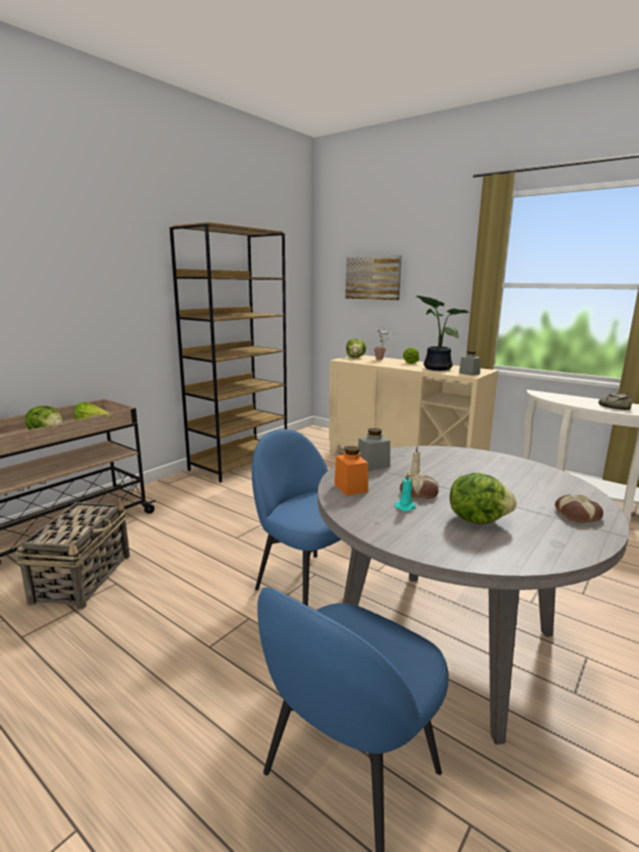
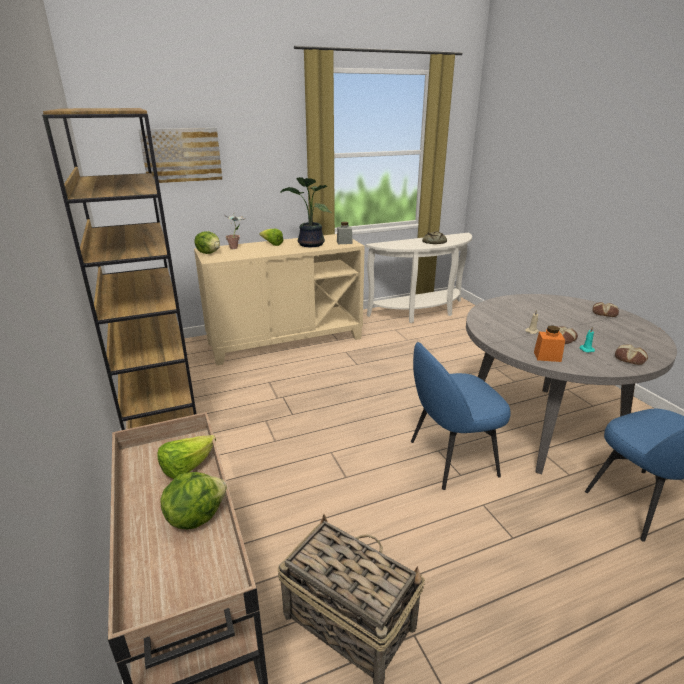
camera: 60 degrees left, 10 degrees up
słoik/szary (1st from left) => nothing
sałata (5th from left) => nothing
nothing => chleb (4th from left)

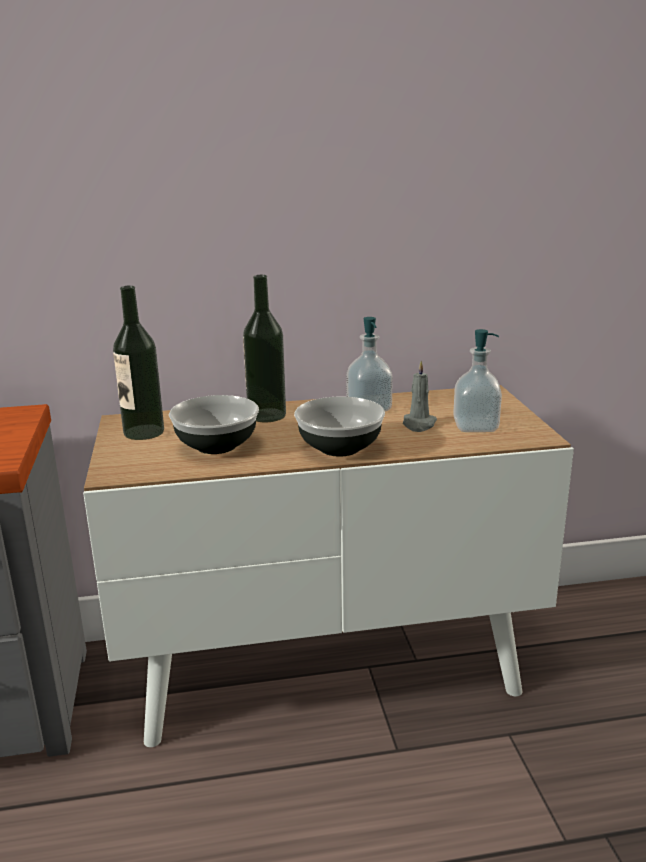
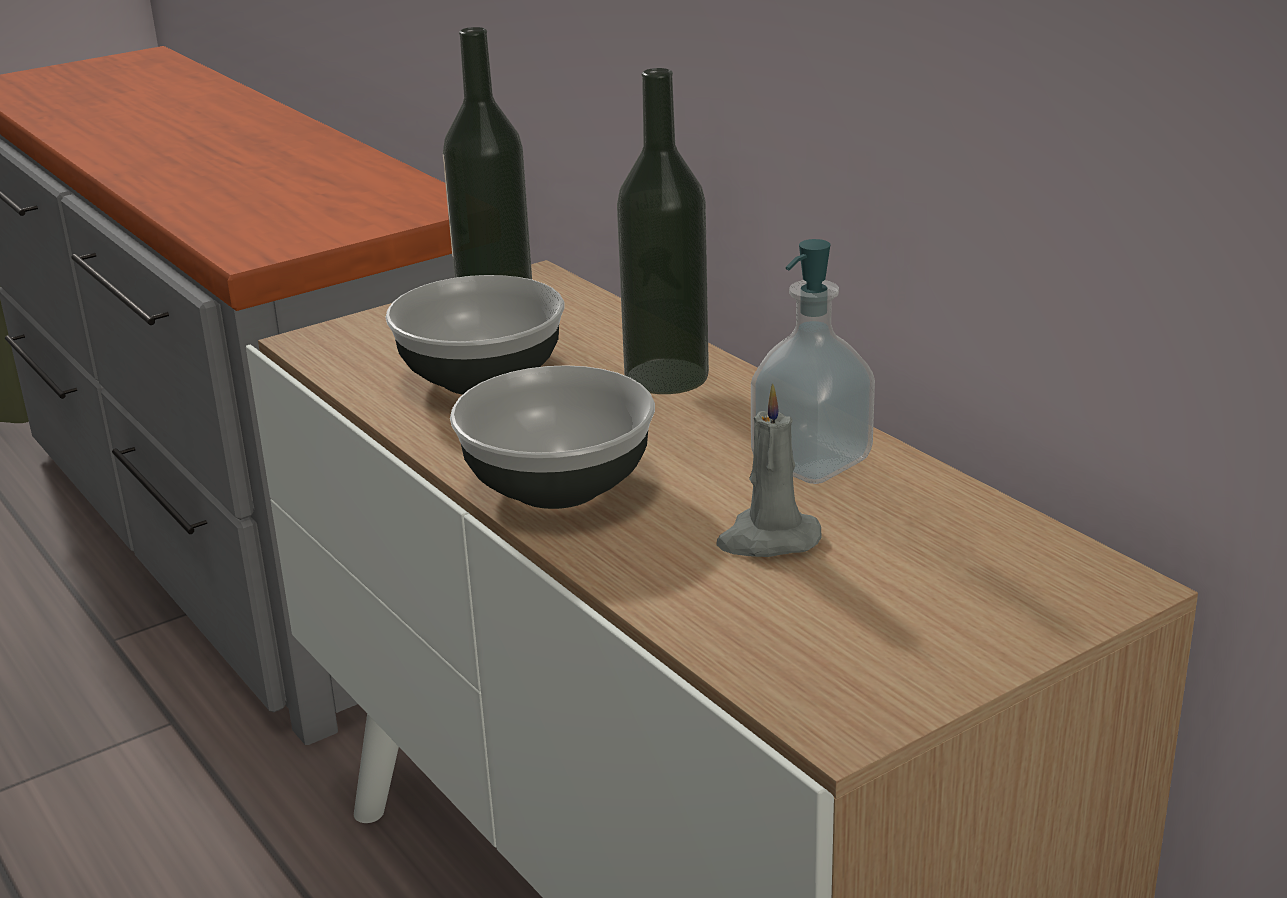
camera: 65 degrees right, 5 degrees up
dozownik mydła (2nd from left) => nothing

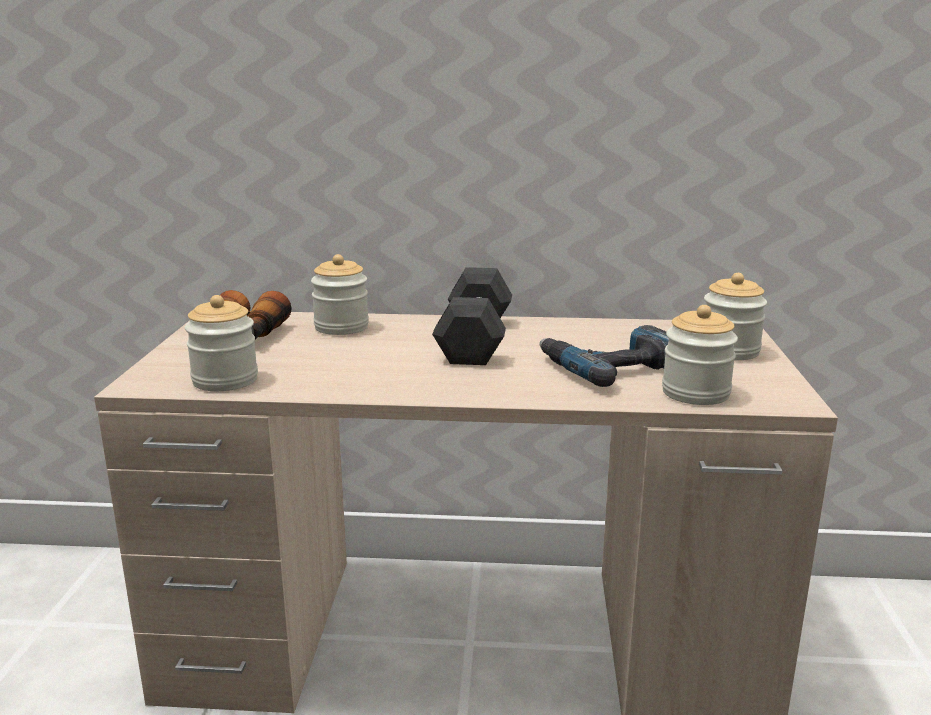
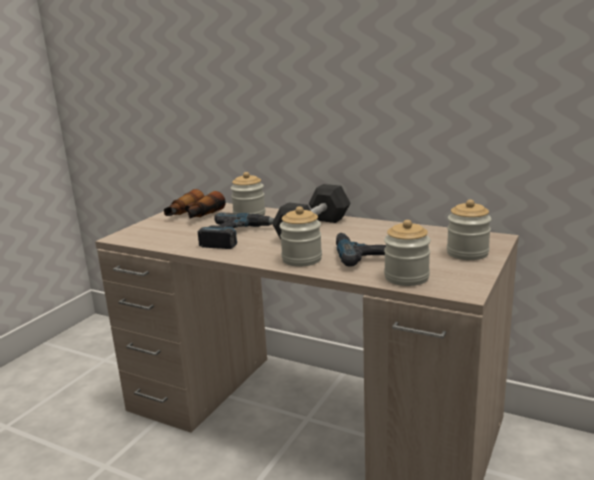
camera: 25 degrees right, 0 degrees up
słoik (1st from left in the first image) => słoik (2nd from left), moved
nothing => wiertarka (1st from left)

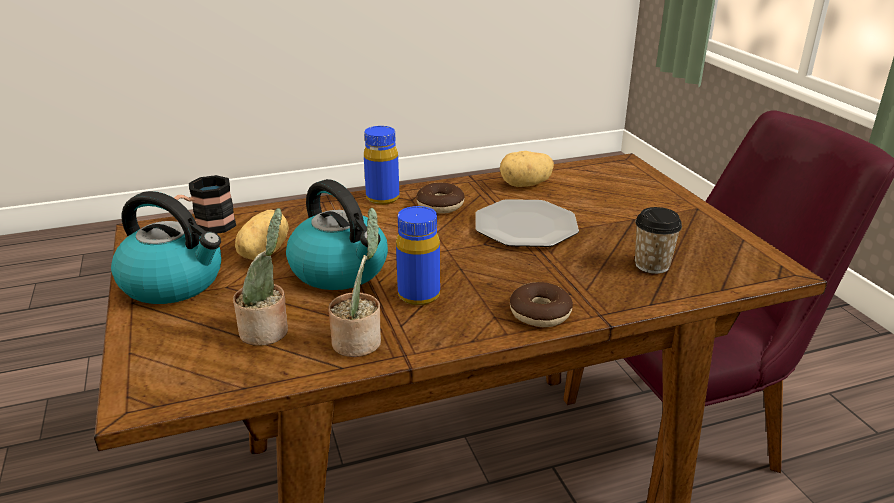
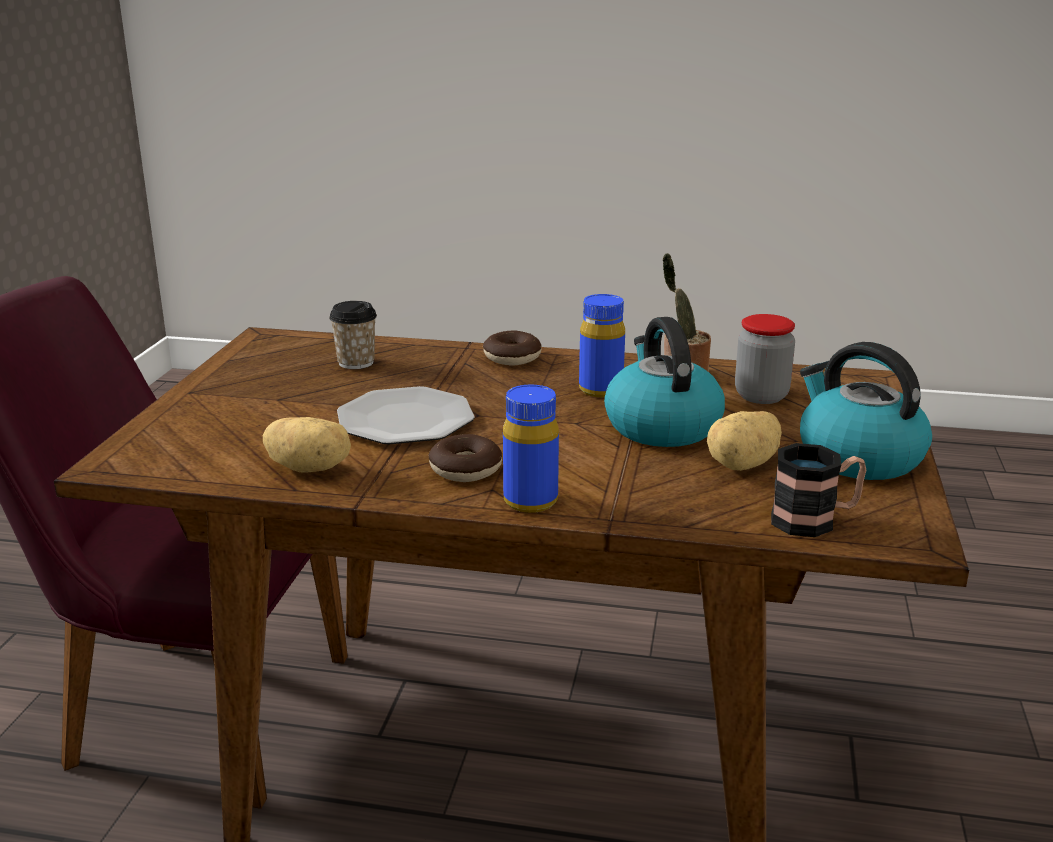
camera: 150 degrees left, 5 degrees down
roślina doniczkowa (1st from left) => słoik

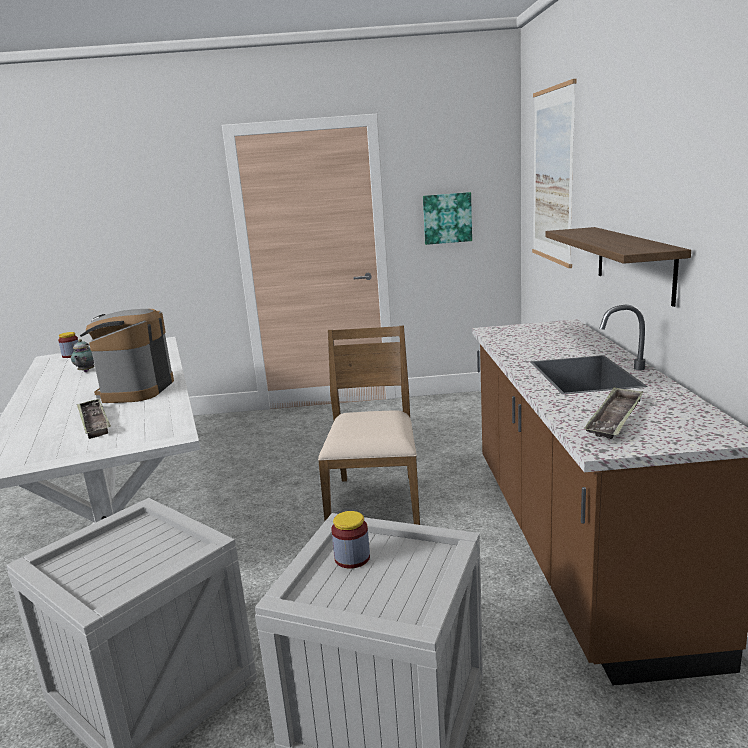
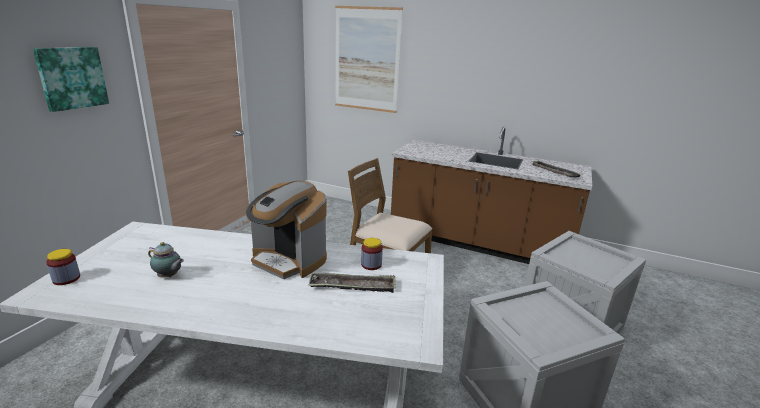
camera: 65 degrees left, 5 degrees up
słoik (2nd from left), moved
obraz (1st from left), moved
półka => nothing

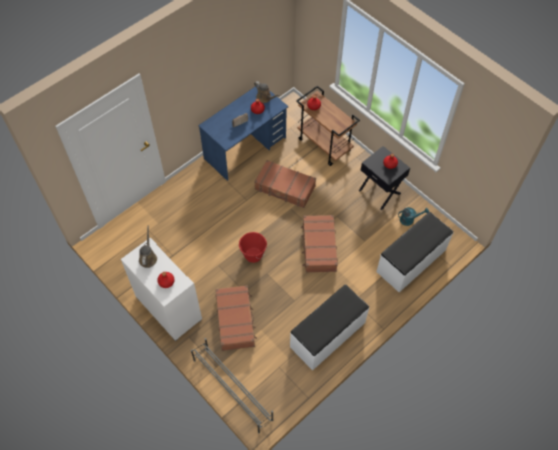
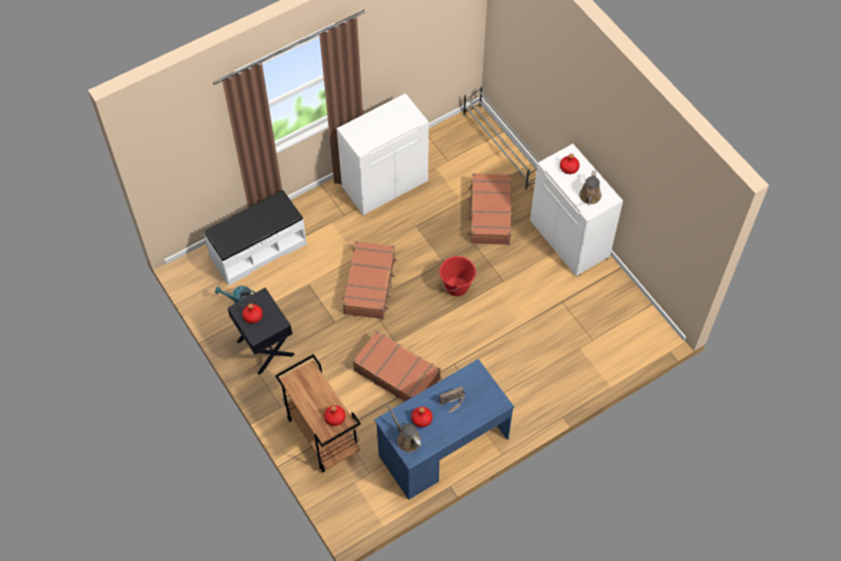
camera: 170 degrees left, 0 degrees up
ławka/biały (1st from left) => szafka/biały (1st from left)

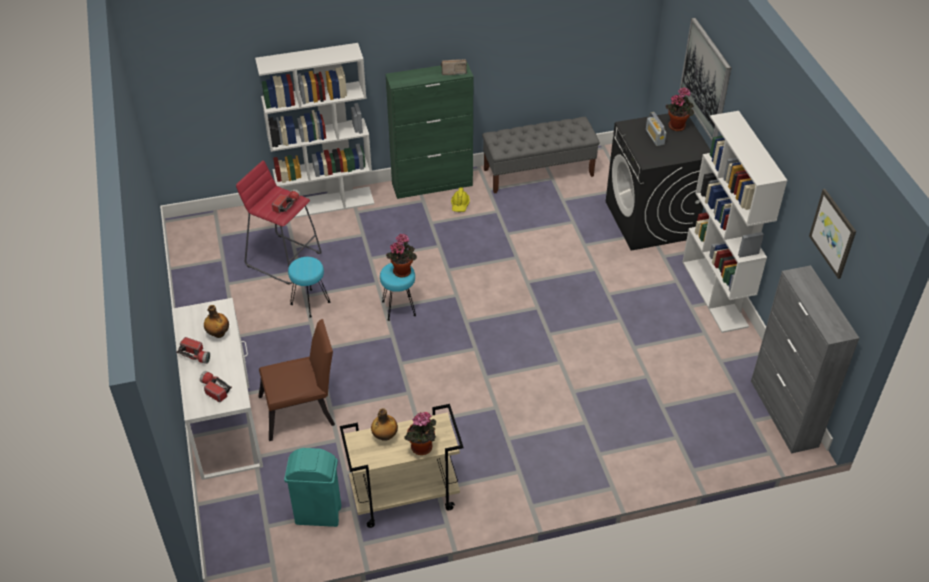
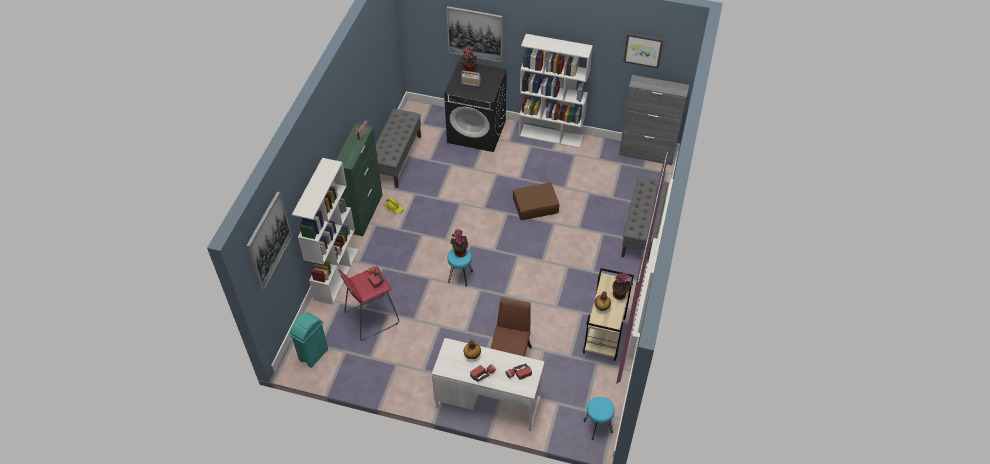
camera: 60 degrees left, 5 degrees up
kosz na śmieci/turkusowy, moved
stołek/turkusowy (1st from left in the first image) => stołek/turkusowy (2nd from left), moved
nothing => obraz (1st from left)
nothing => walizka/brązowy
nothing => ławka/szary (2nd from left)

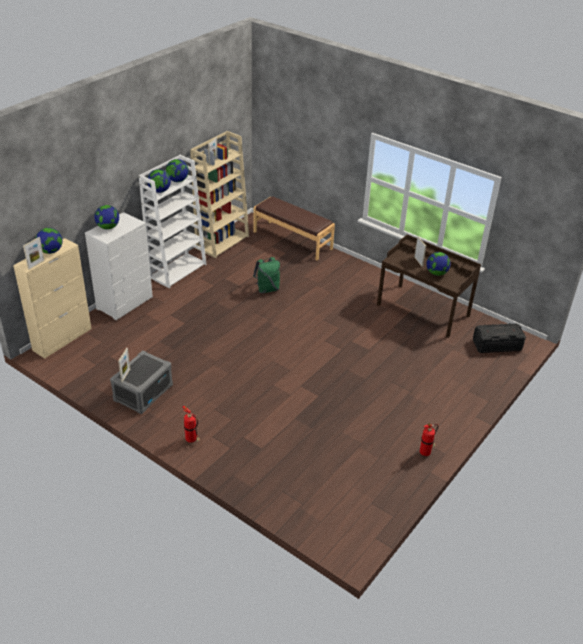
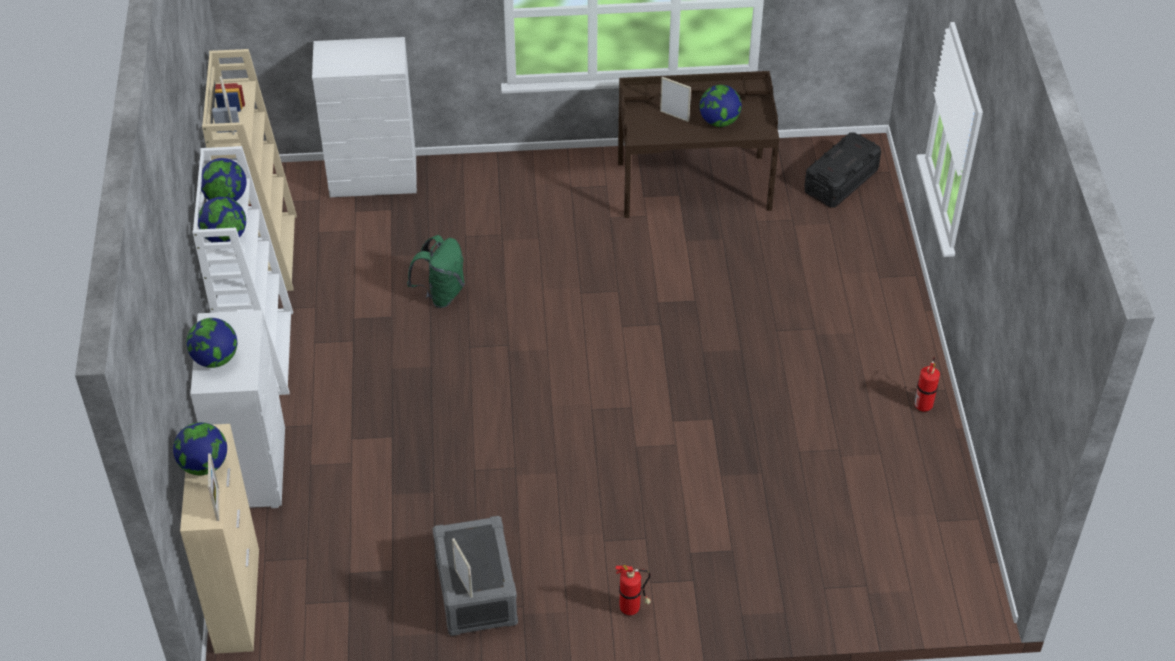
camera: 40 degrees left, 10 degrees up
ławka/brązowy => komoda/biały (2nd from left)

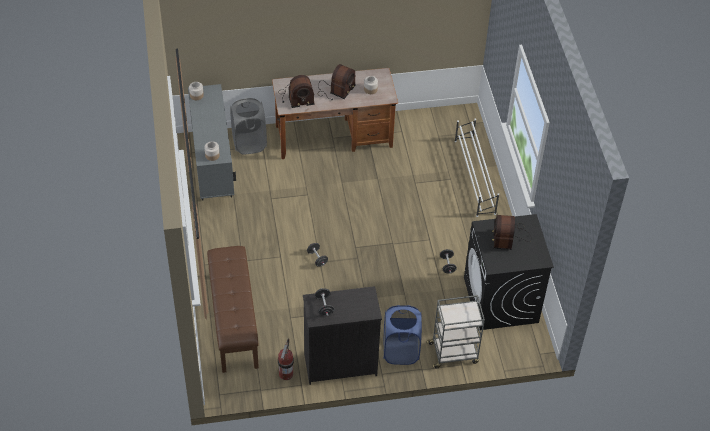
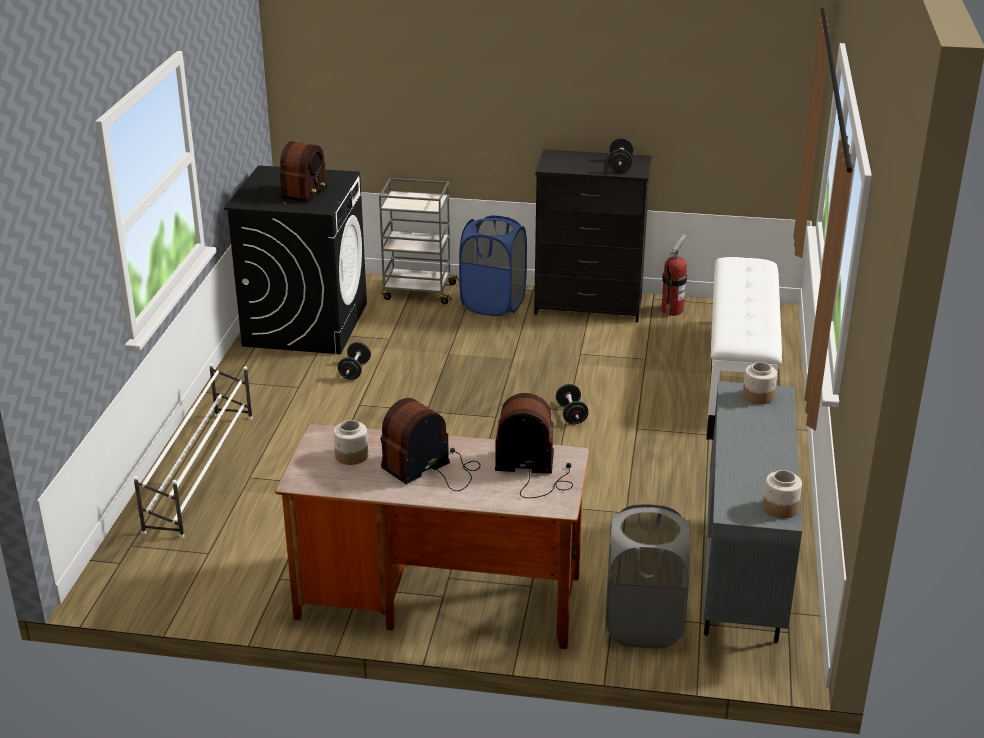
camera: 160 degrees left, 20 degrees down
ławka/brązowy => ławka/biały

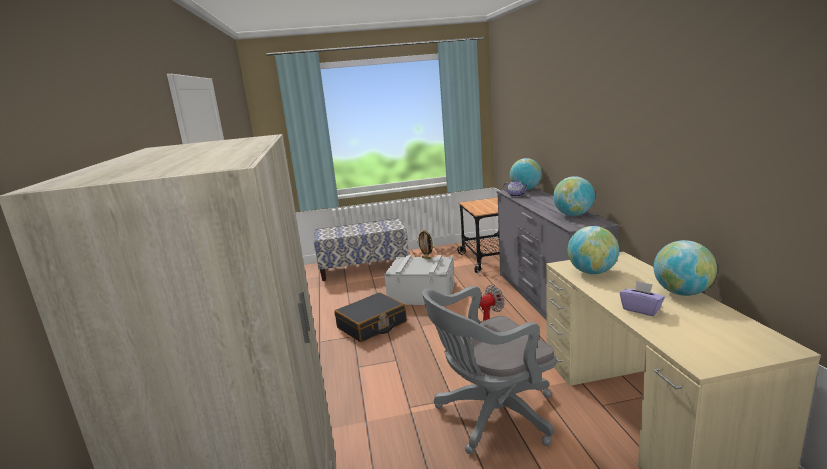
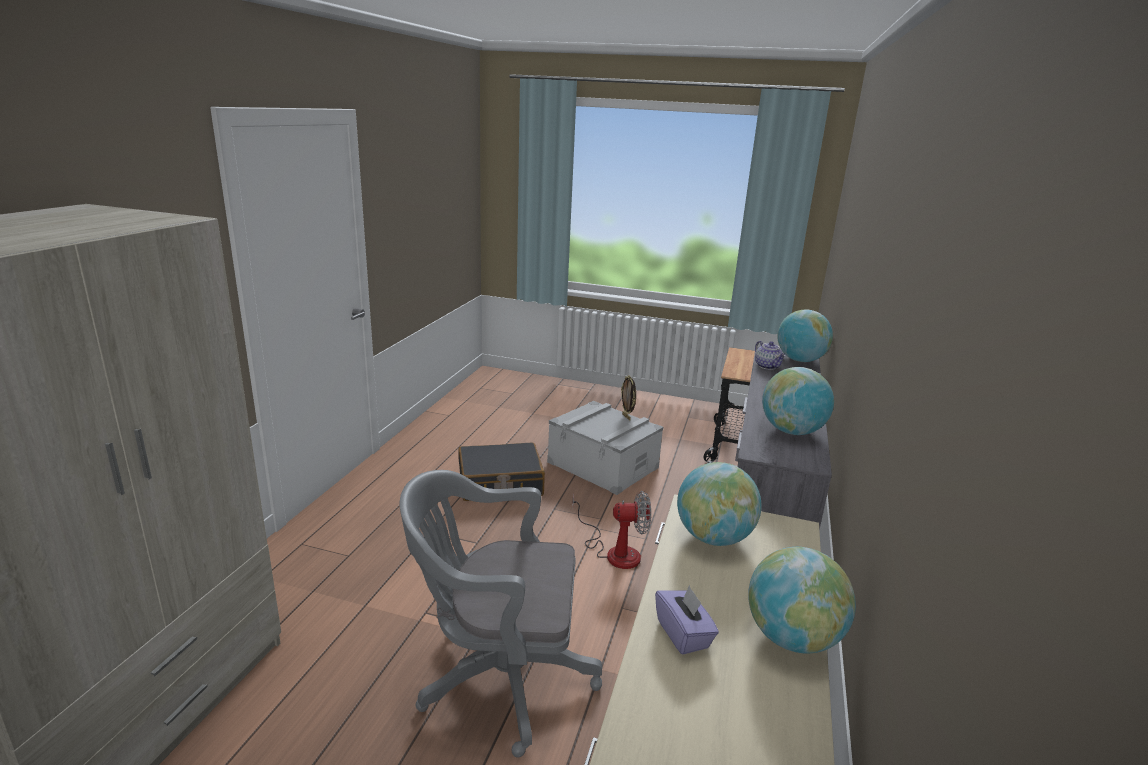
camera: 25 degrees right, 5 degrees up
ławka => nothing

